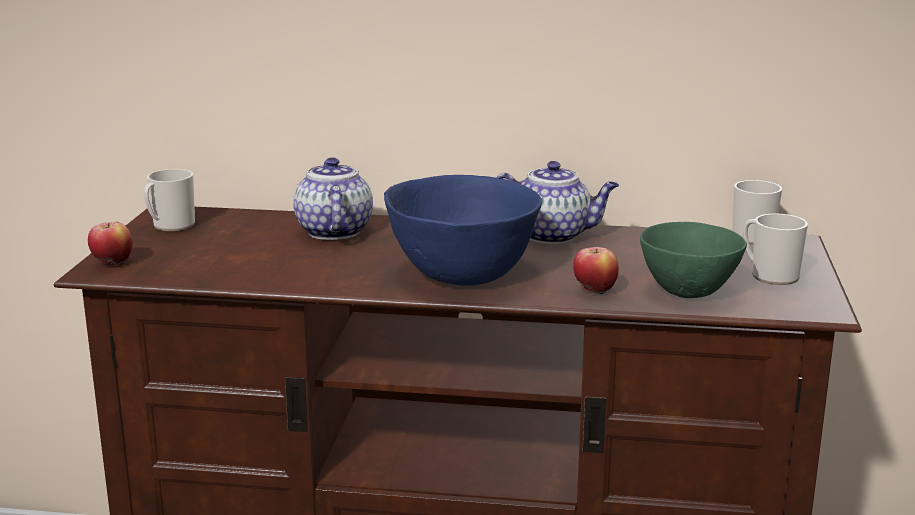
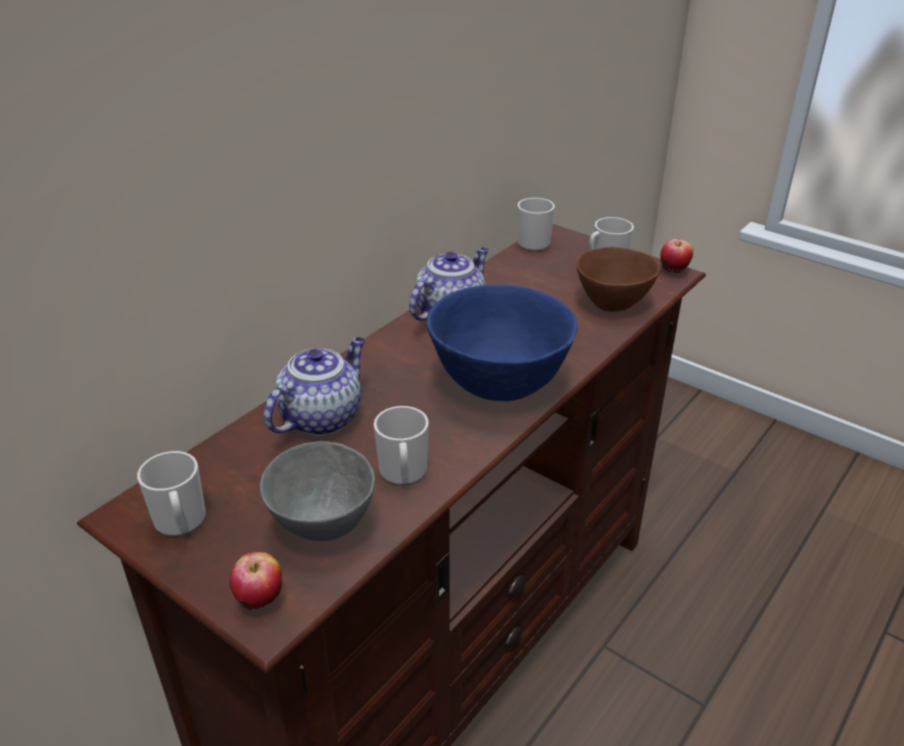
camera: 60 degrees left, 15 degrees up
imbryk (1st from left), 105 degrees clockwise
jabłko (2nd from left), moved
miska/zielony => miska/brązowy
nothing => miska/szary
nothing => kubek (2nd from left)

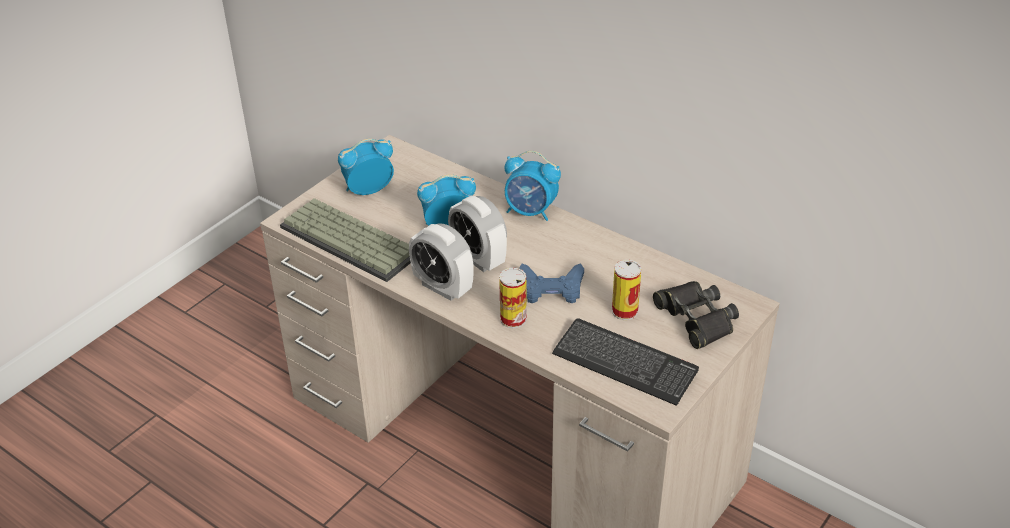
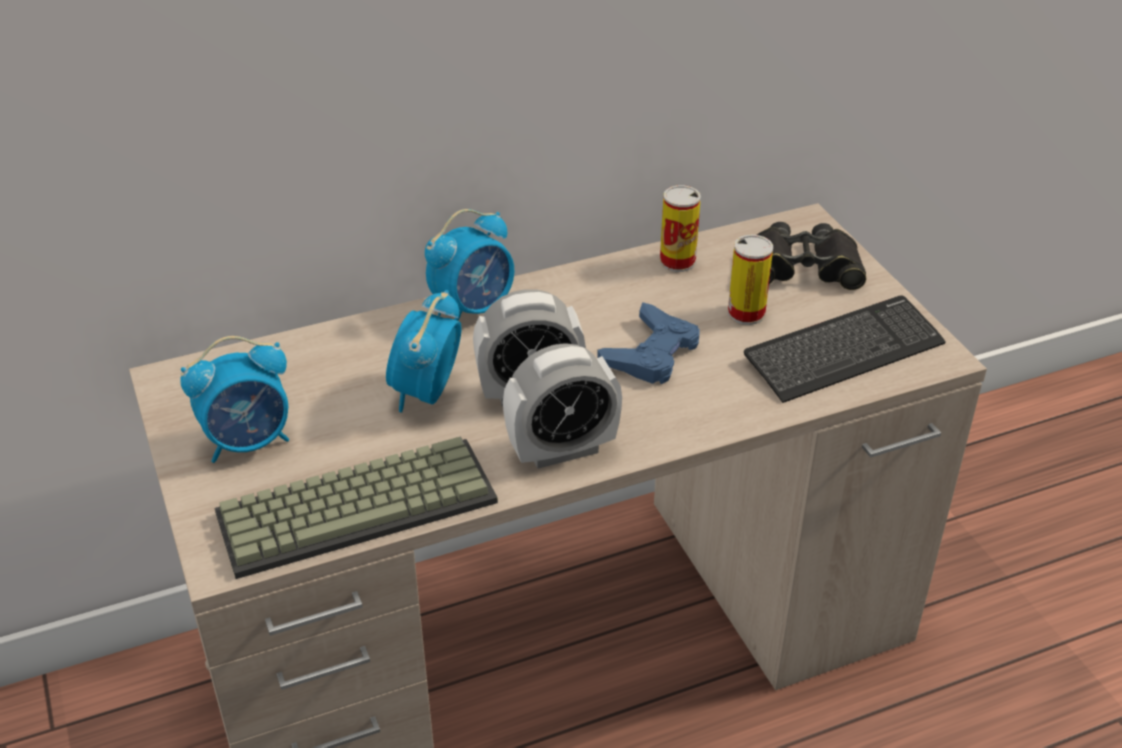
camera: 60 degrees left, 0 degrees up
budzik (1st from left), 120 degrees counterclockwise
puszka (1st from left), moved

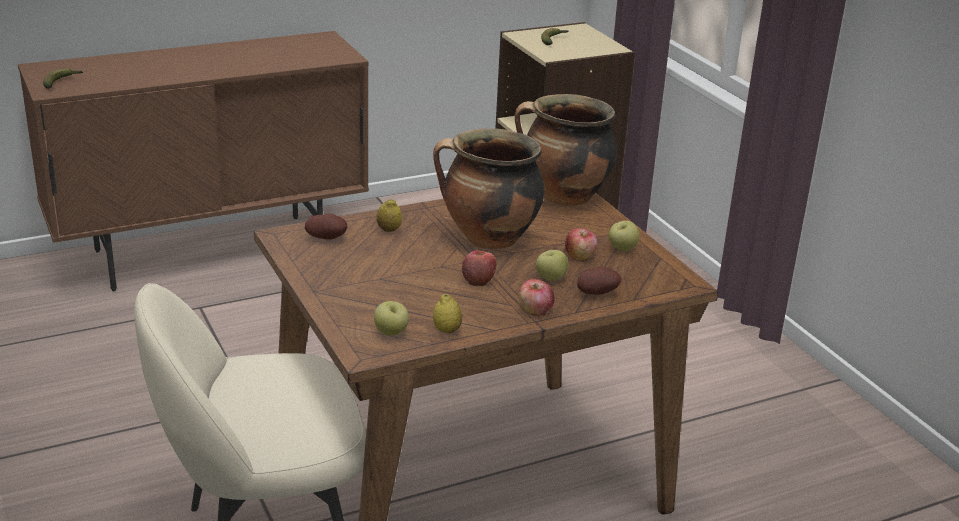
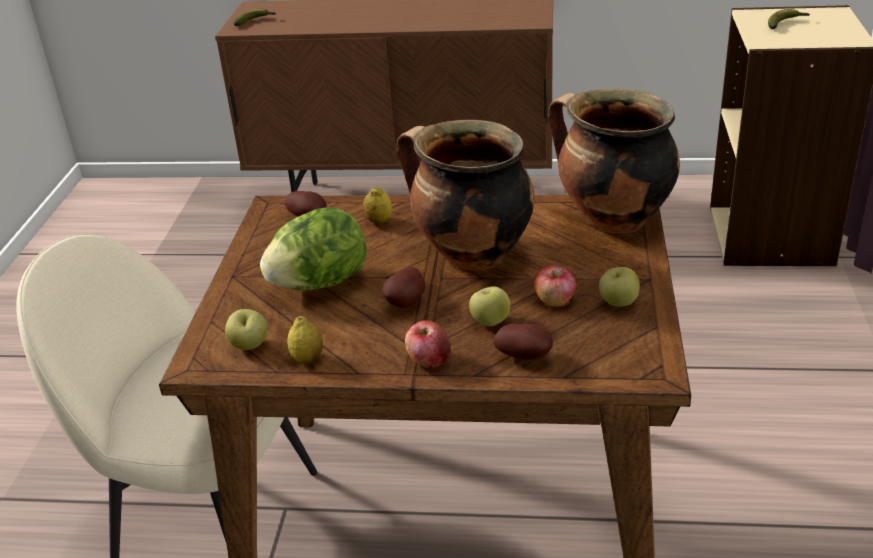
camera: 35 degrees right, 5 degrees up
jabłko (2nd from left) => ziemniak (2nd from left)
nothing => sałata

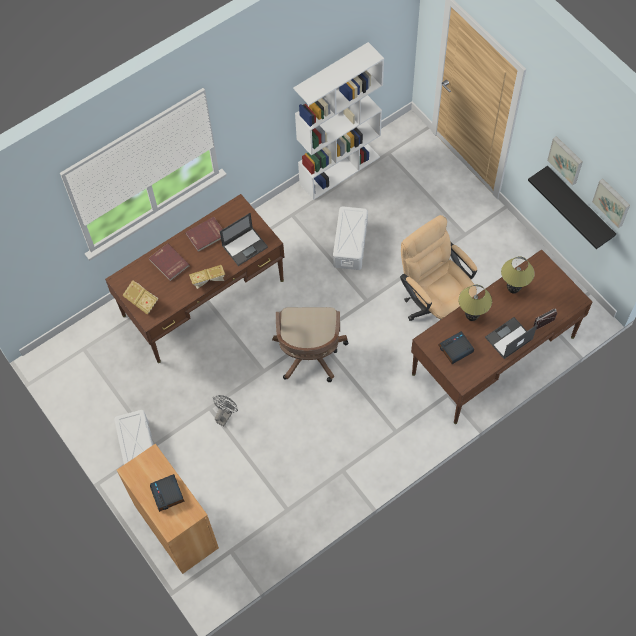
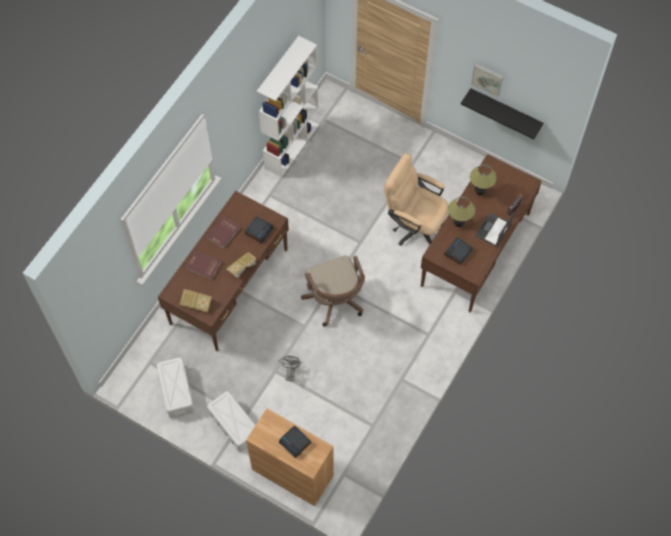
camera: 25 degrees left, 0 degrees up
laptop (1st from left) => budzik (1st from left)
pojemnik do przechowywania/biały (2nd from left in the first image) => pojemnik do przechowywania/biały (1st from left), moved
obraz (2nd from left) => nothing

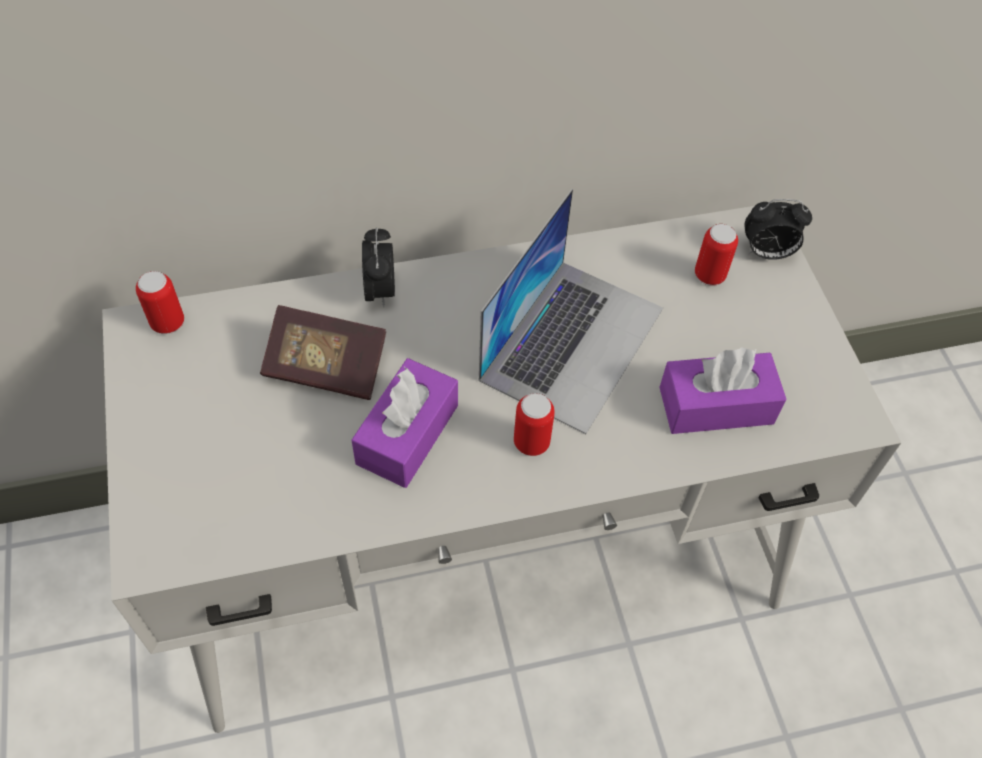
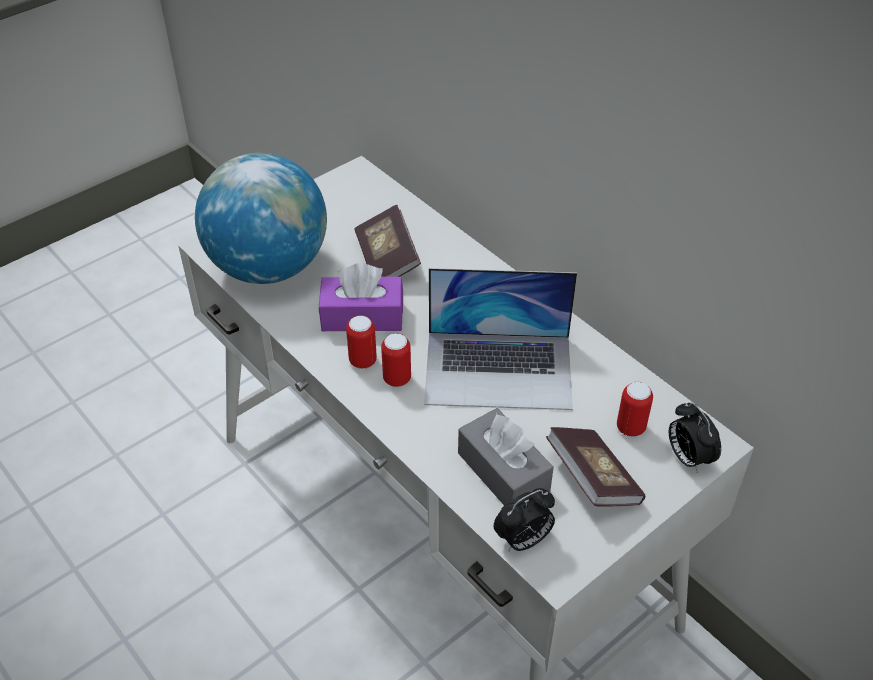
camera: 65 degrees right, 10 degrees down
puszka (1st from left), moved
budzik (1st from left), moved
pudełko chusteczek/fioletowy (2nd from left) => pudełko chusteczek/szary
nothing => globus
nothing => książka (2nd from left)

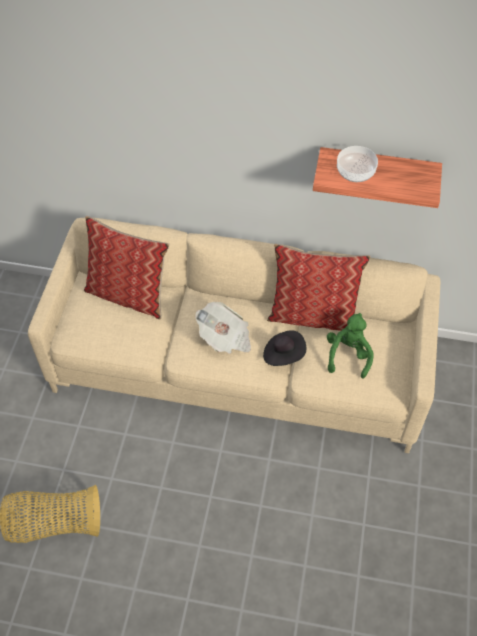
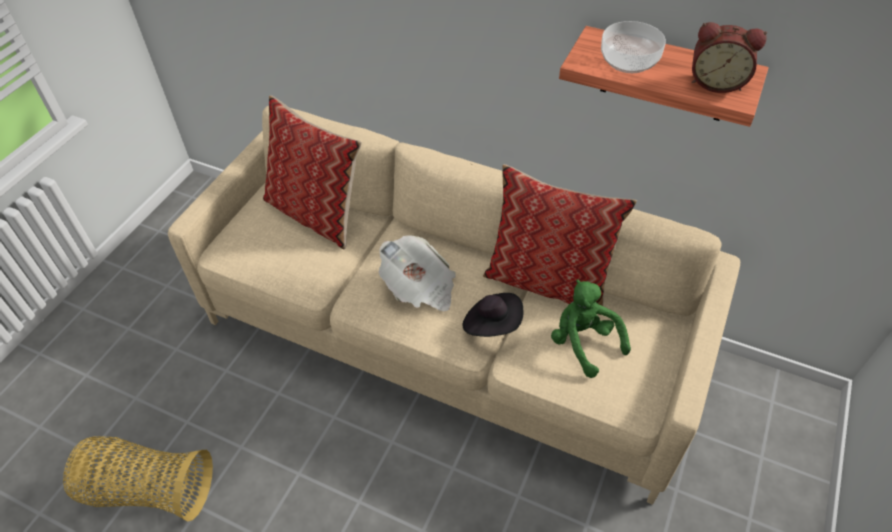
camera: 15 degrees right, 5 degrees down
pluszak/zielony, 60 degrees counterclockwise
nothing => budzik

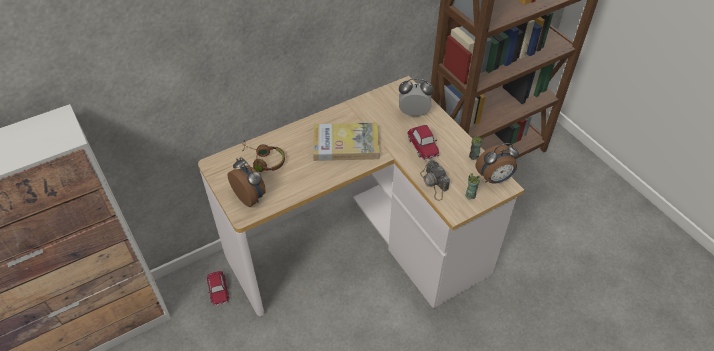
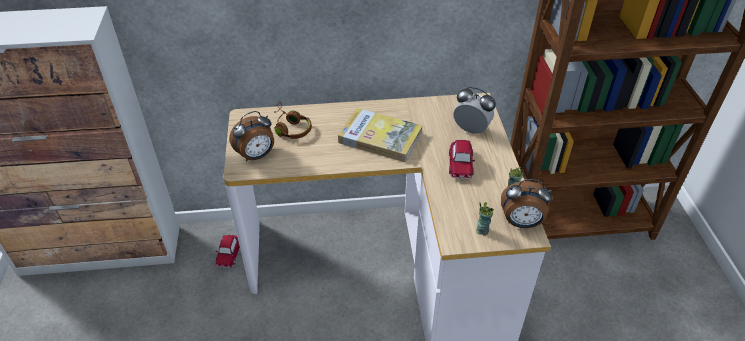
camera: 25 degrees right, 5 degrees down
budzik (1st from left), 75 degrees clockwise
aparat fotograficzny => nothing

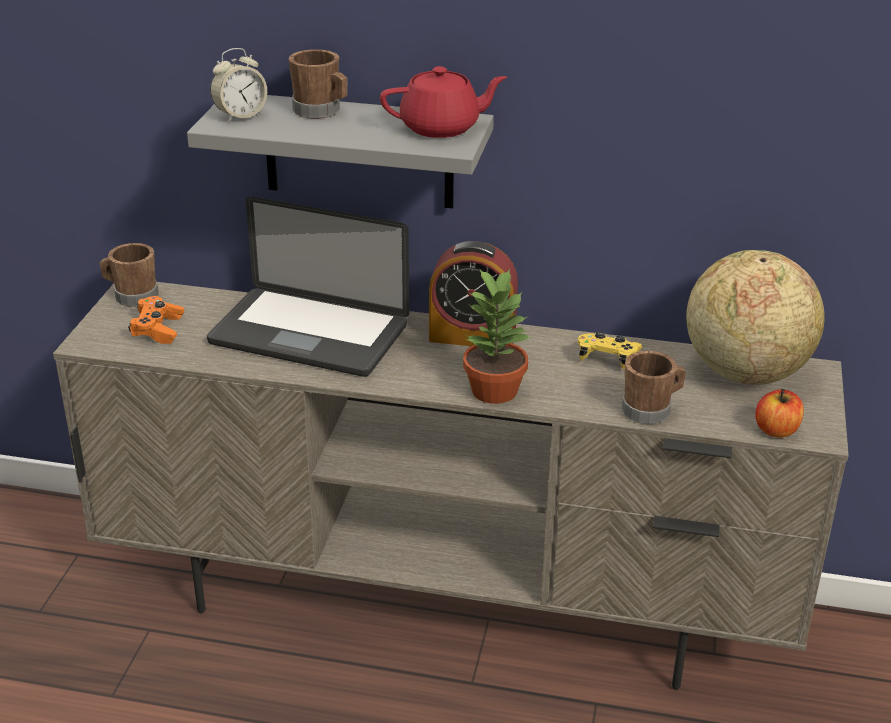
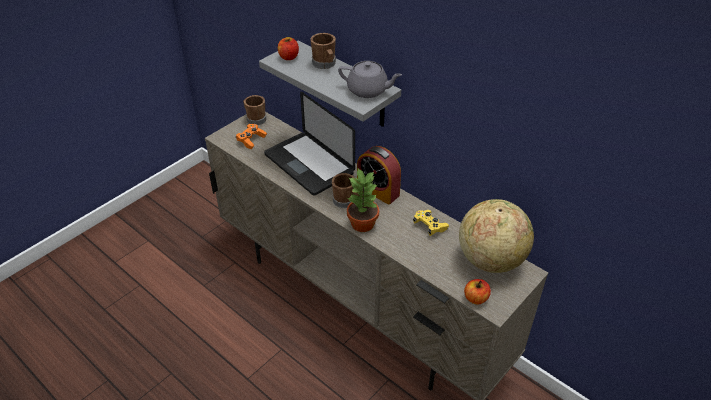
camera: 30 degrees right, 10 degrees up
budzik (1st from left) => jabłko (1st from left)
imbryk/czerwony => imbryk/szary
kubek/brązowy (3rd from left), moved

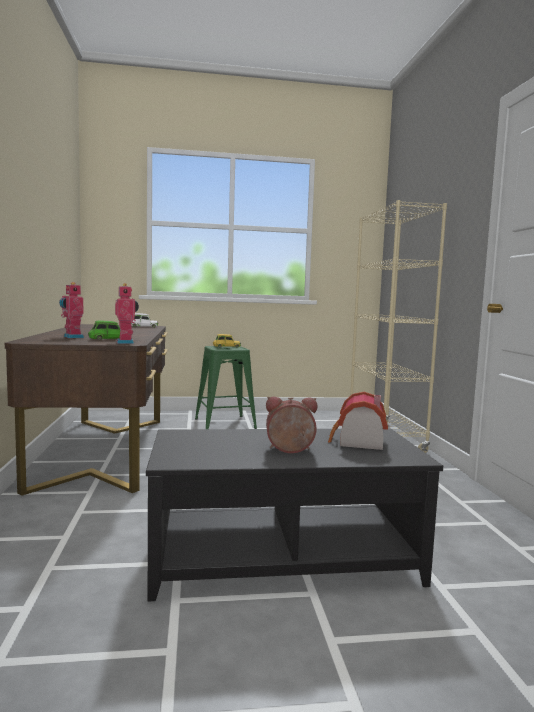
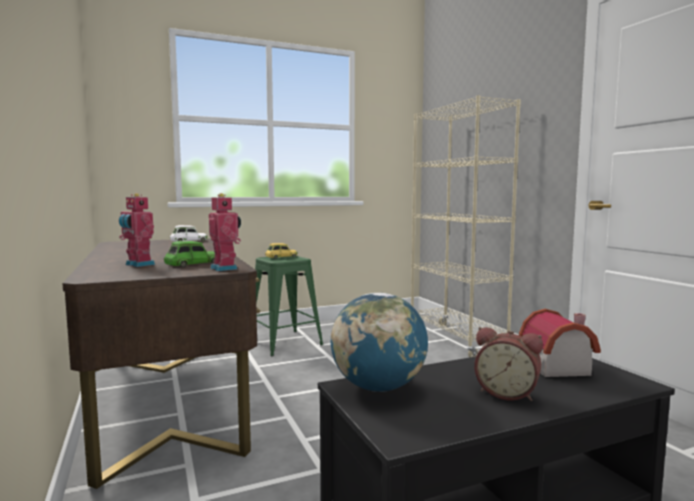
camera: 15 degrees left, 0 degrees up
budzik, 135 degrees counterclockwise
nothing => globus

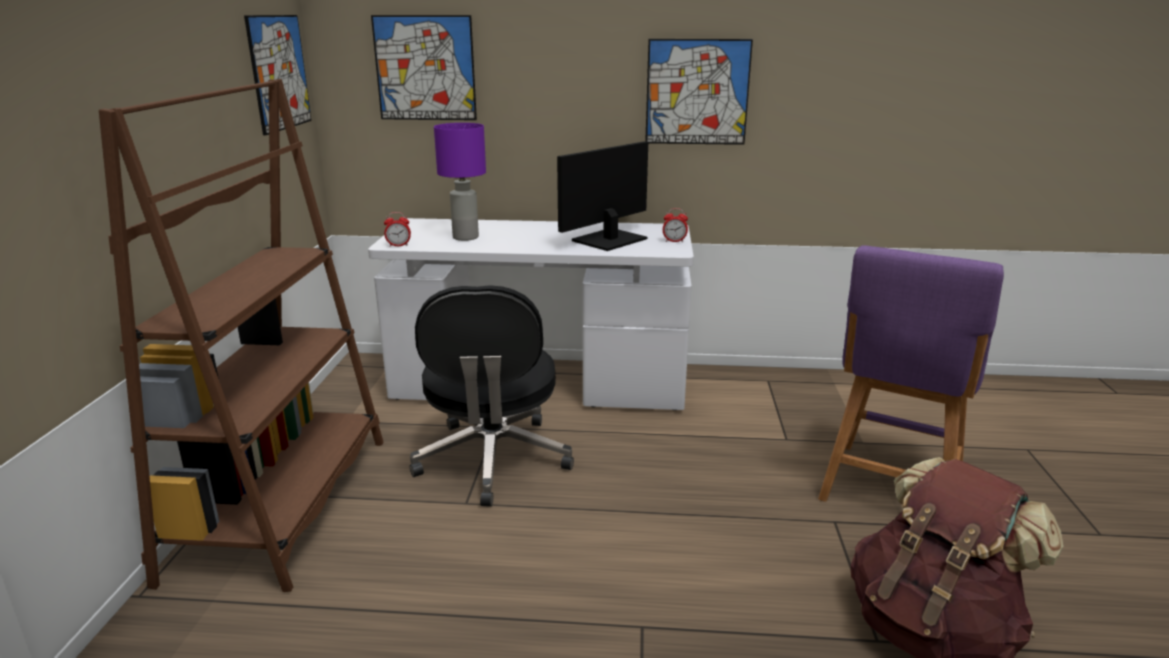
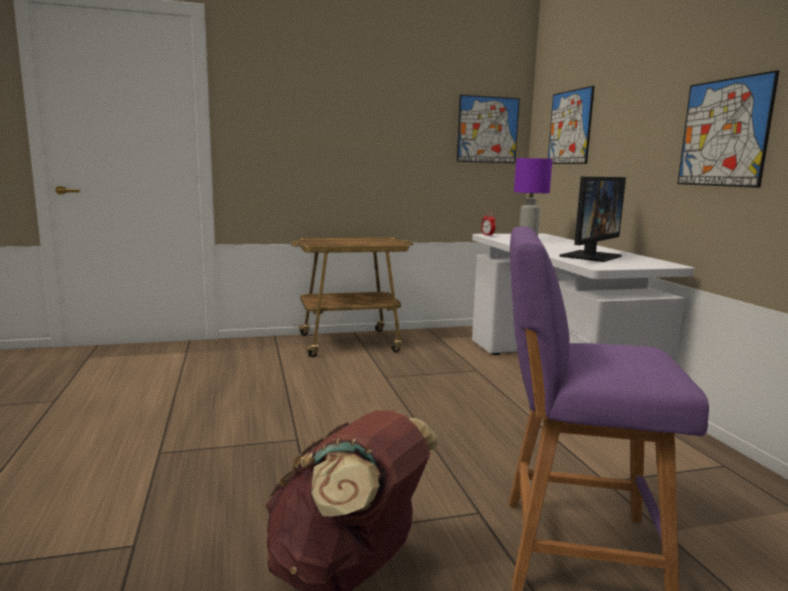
camera: 70 degrees right, 10 degrees down
regał/brązowy => wózek
krzesło biurowe/czarny => nothing
monitor, 105 degrees clockwise
budzik (2nd from left) => nothing

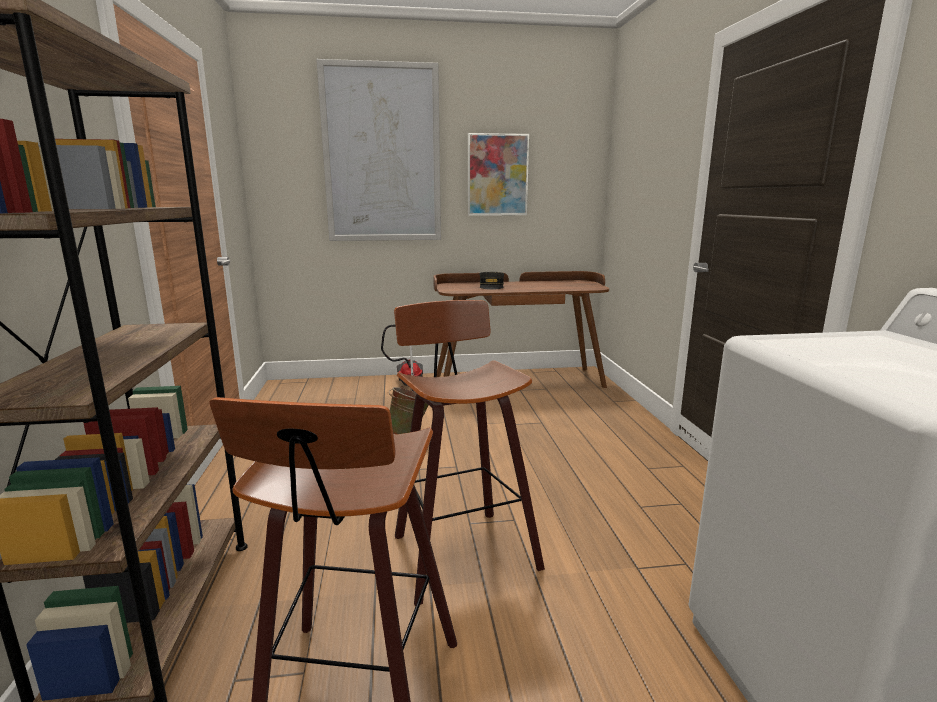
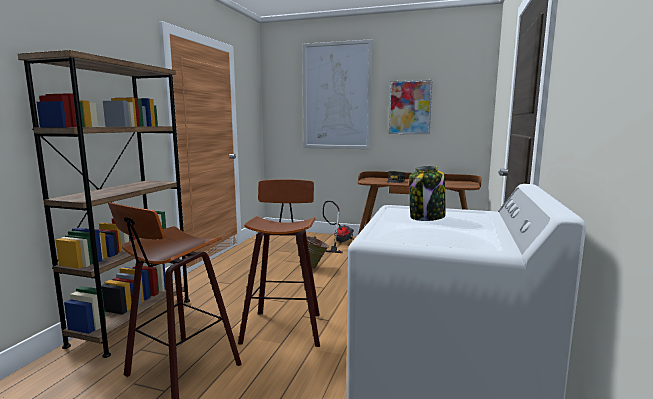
camera: 25 degrees right, 5 degrees down
nothing => słoik

